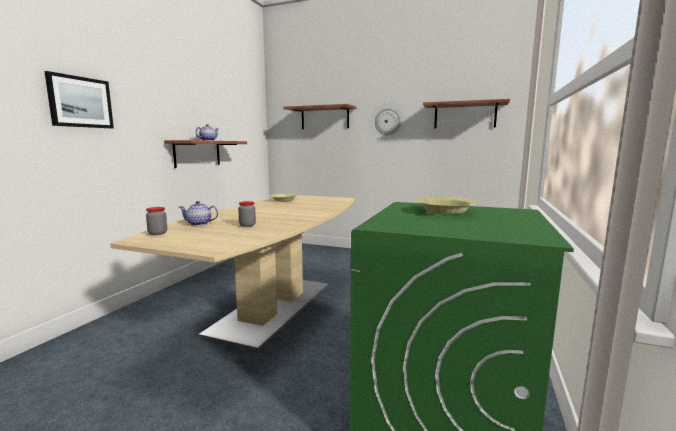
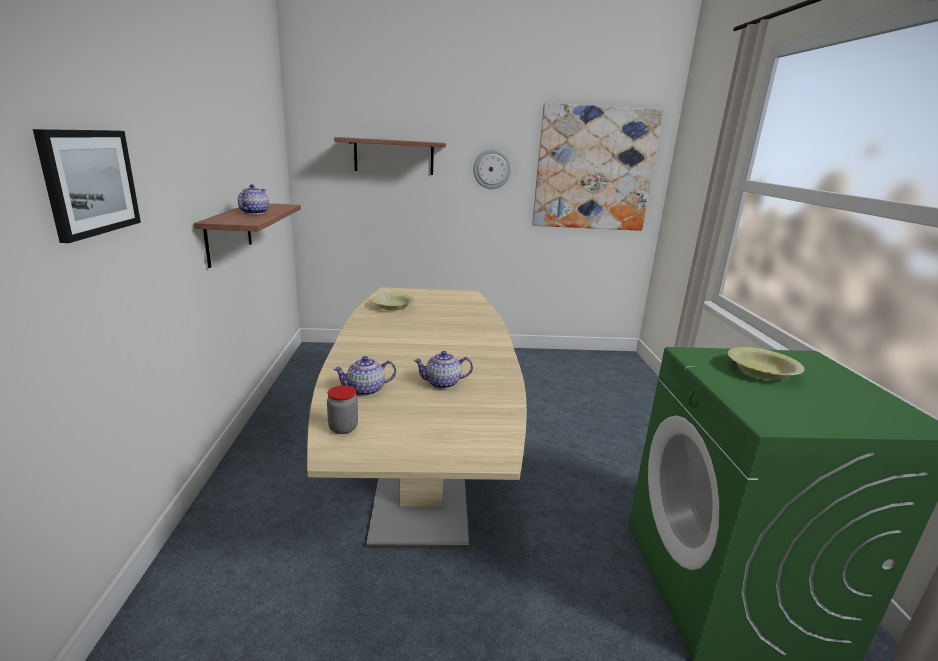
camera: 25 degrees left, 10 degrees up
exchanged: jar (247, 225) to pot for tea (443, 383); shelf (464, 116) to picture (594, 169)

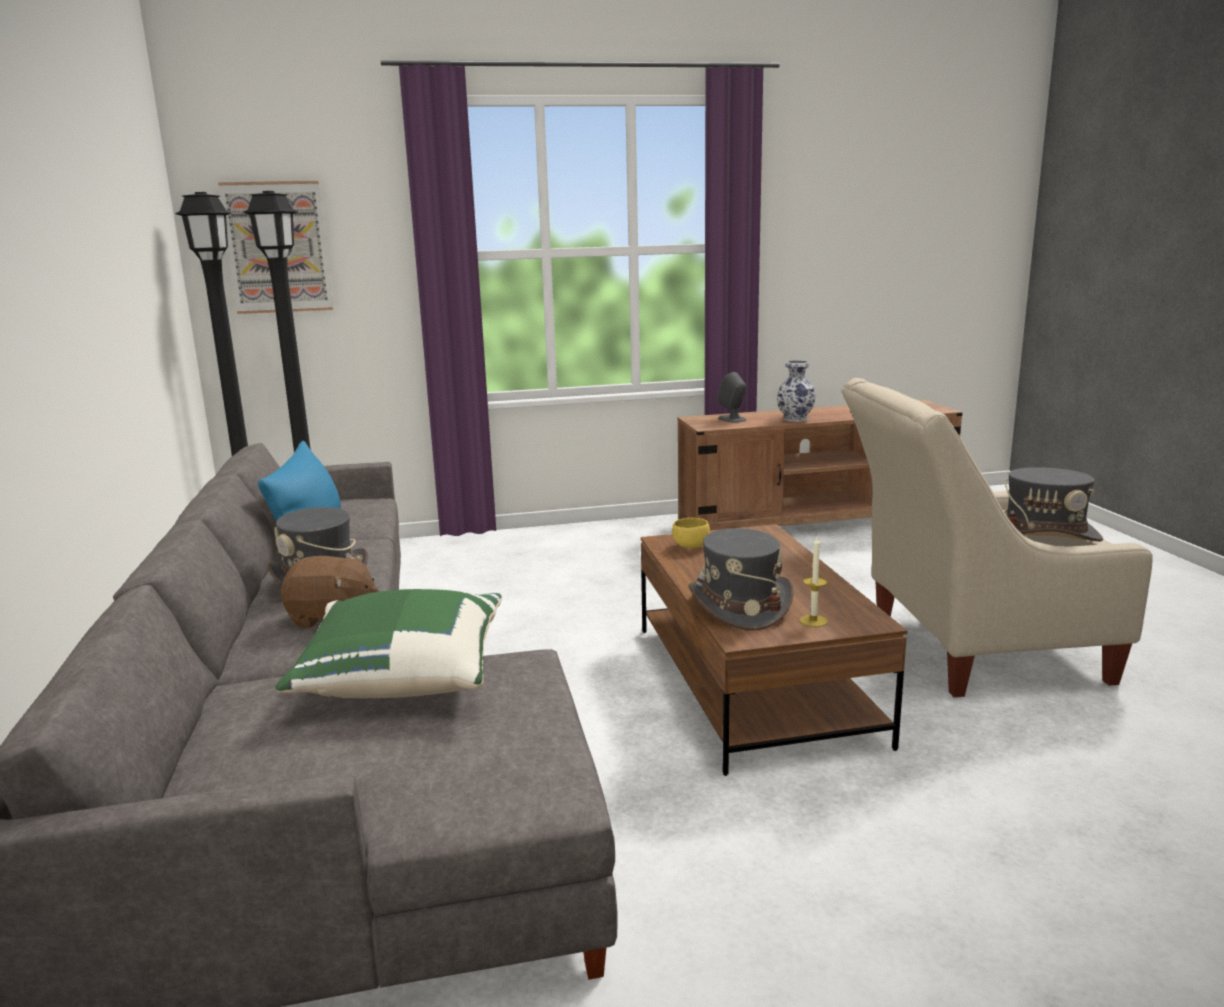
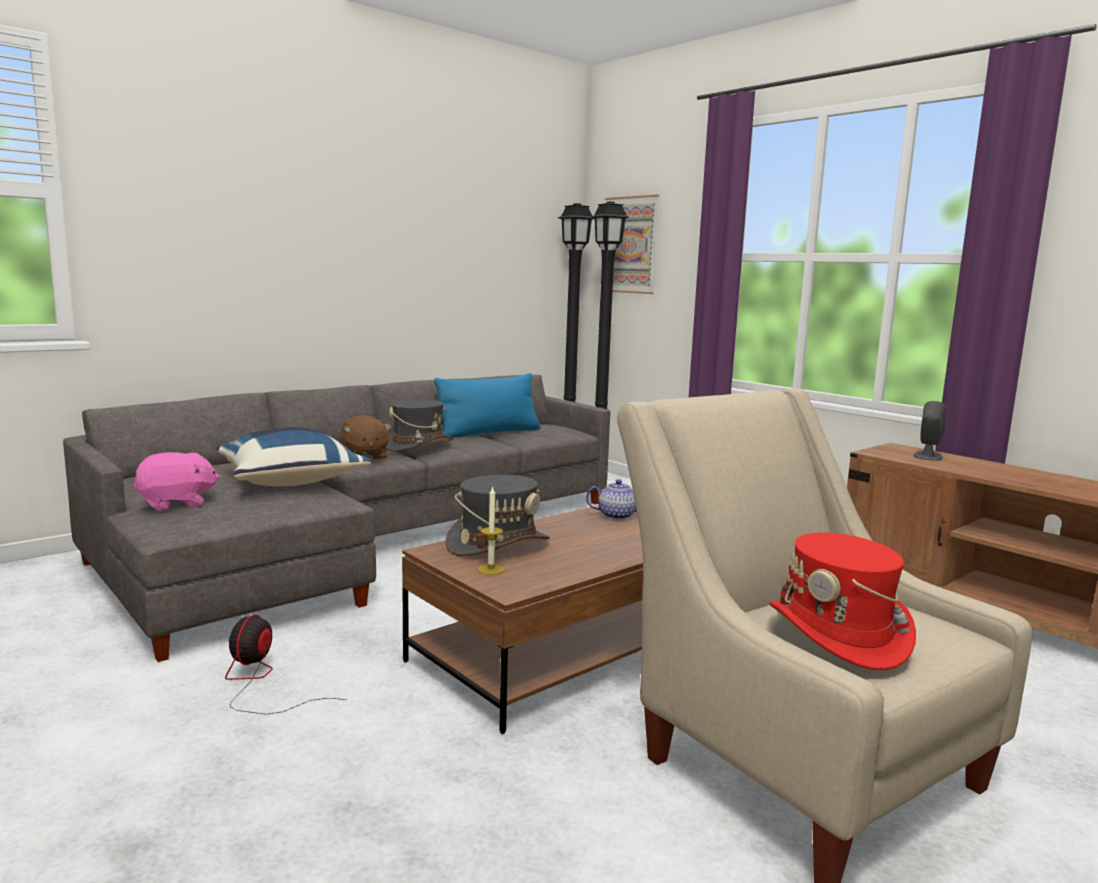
camera: 60 degrees right, 5 degrees down
missing: vase (796, 419)
appeared: pinkish cuddly toy (177, 503); cooling fan (260, 682)
exchanged: yellowish serving bowl (689, 546) to pot for tea (616, 515)
colour: greenish cushion (402, 677) to bluish cushion (291, 481); greyish hat (1043, 534) to reddish hat (838, 634)

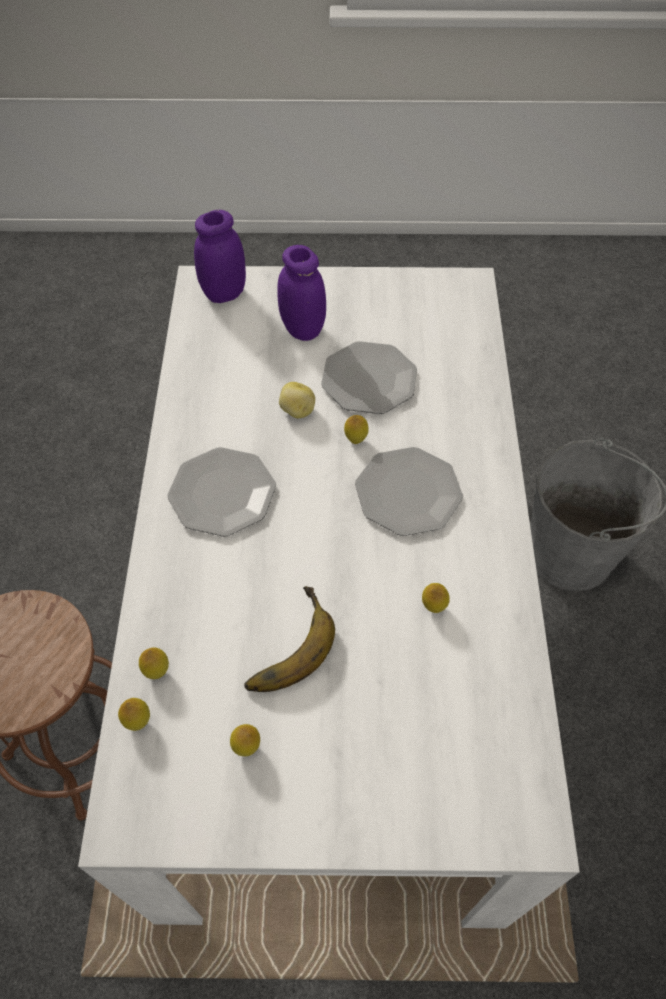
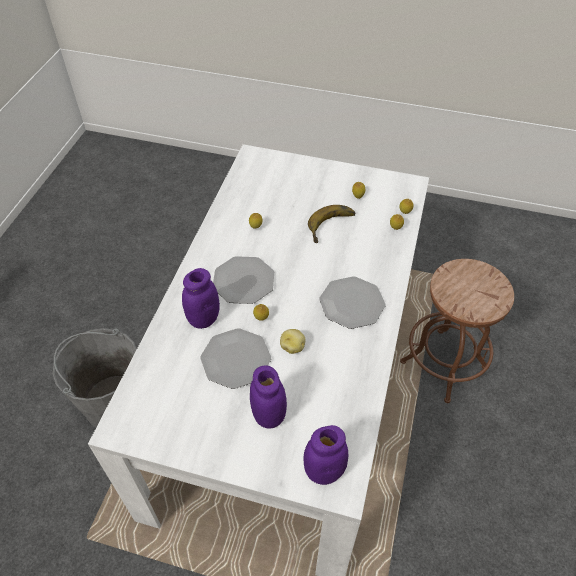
camera: 165 degrees left, 5 degrees down
appeared: purplish jar (203, 319)

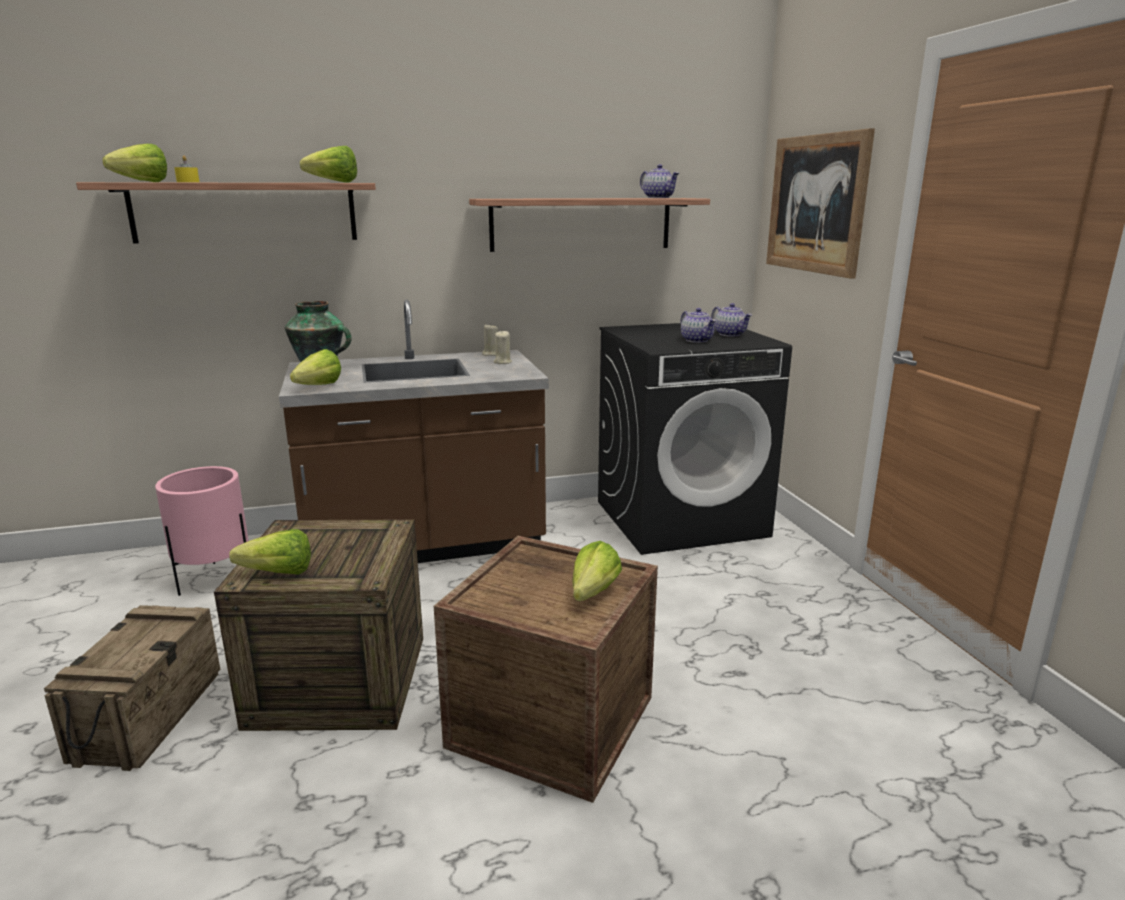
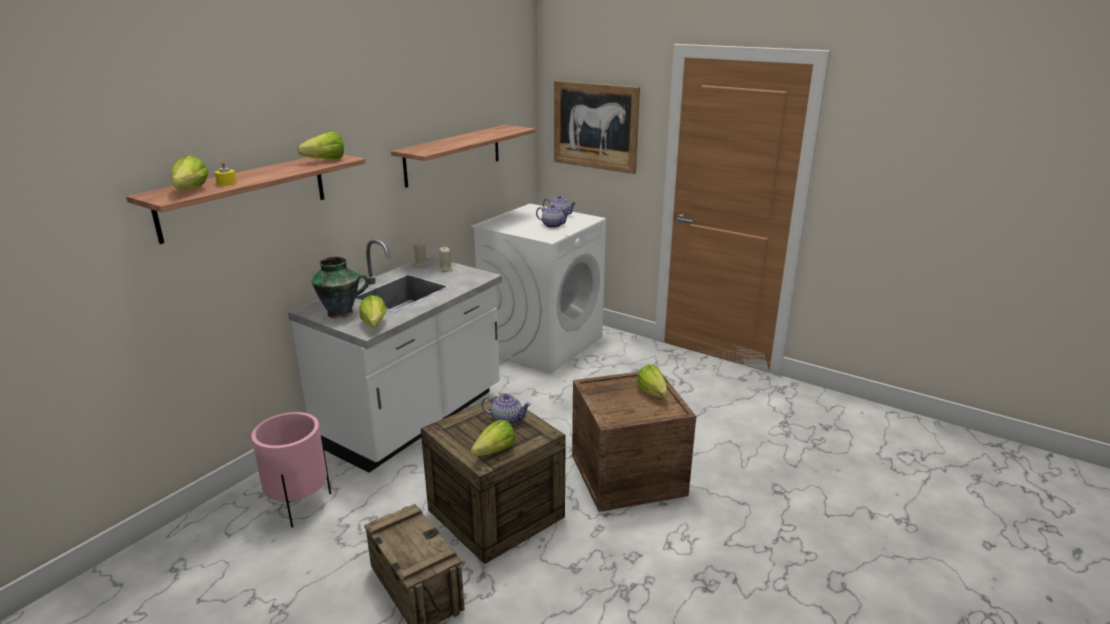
camera: 40 degrees left, 5 degrees up
relocated: pot for tea (659, 198) to (507, 420)
colour: brownish kitchen base unit (425, 544) to white kitchen base unit (413, 419); black-coloured laundry appliance (681, 518) to white laundry appliance (542, 342)

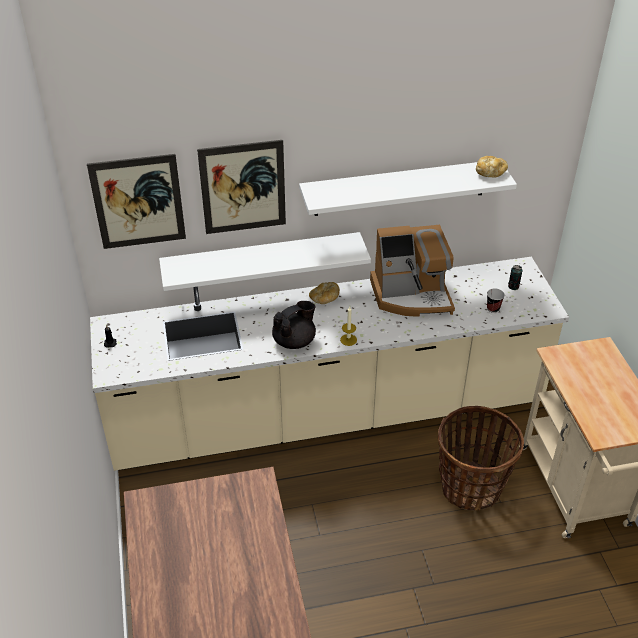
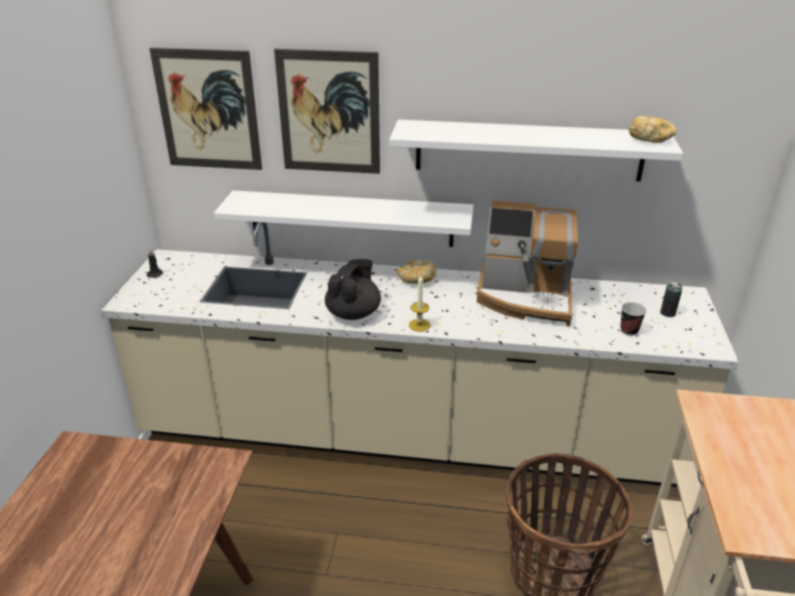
camera: 20 degrees right, 10 degrees down
spun: black-coloured pot for tea (295, 341) = (354, 313) 45 degrees counterclockwise

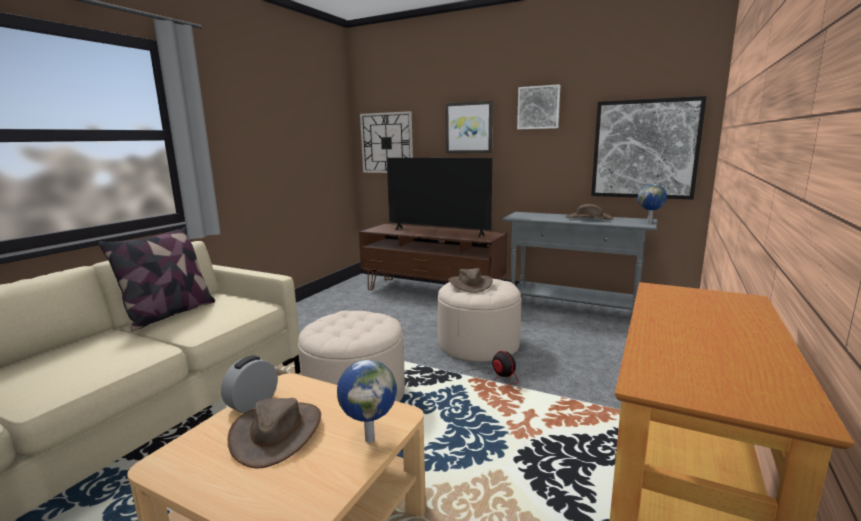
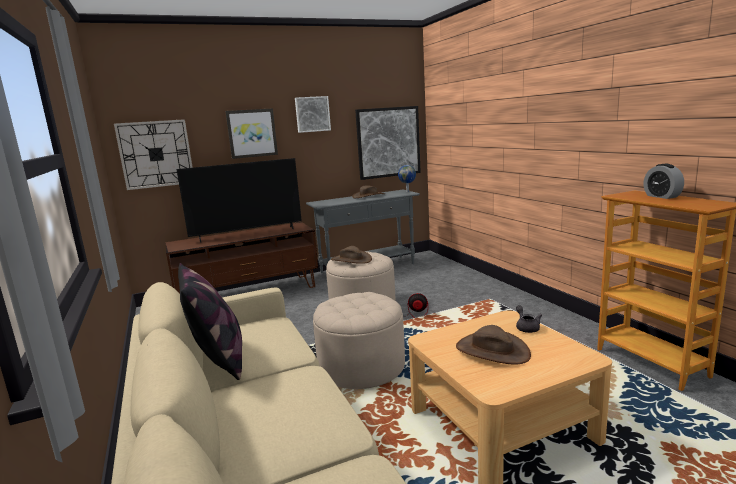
camera: 50 degrees left, 0 degrees up
relocated: alarm clock (252, 402) to (661, 196)
exchanged: globe (370, 439) to greyish pot for tea (526, 327)

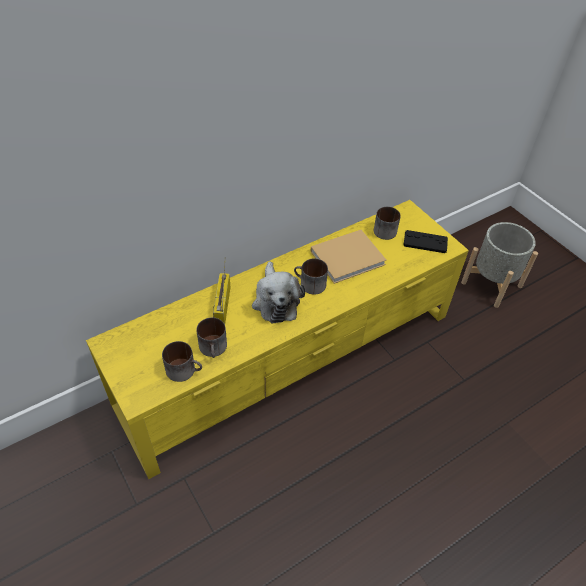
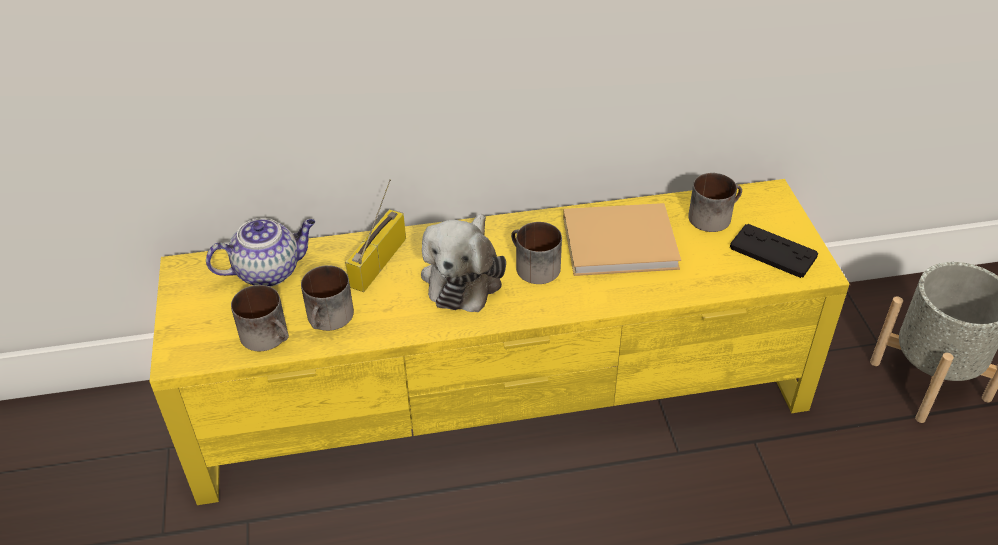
camera: 25 degrees right, 5 degrees down
appeared: pot for tea (269, 271)

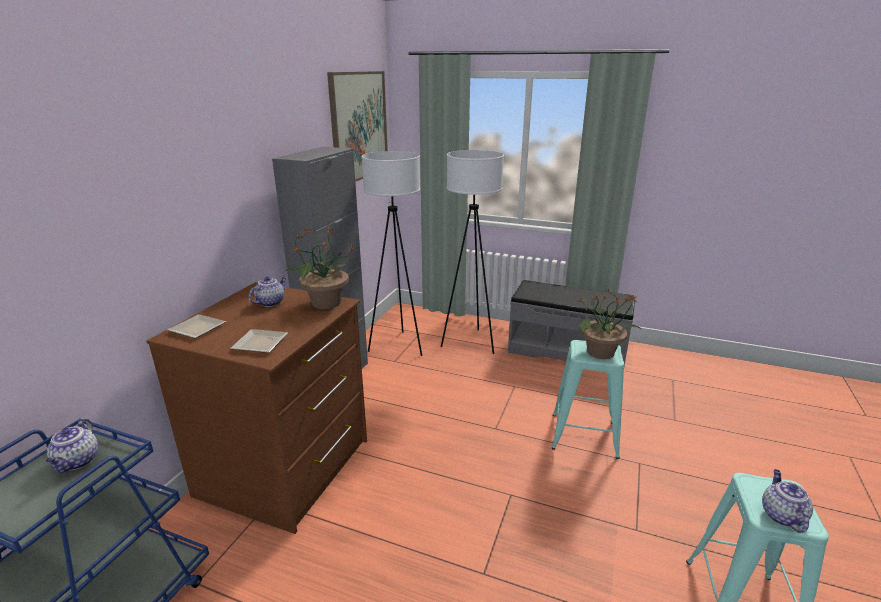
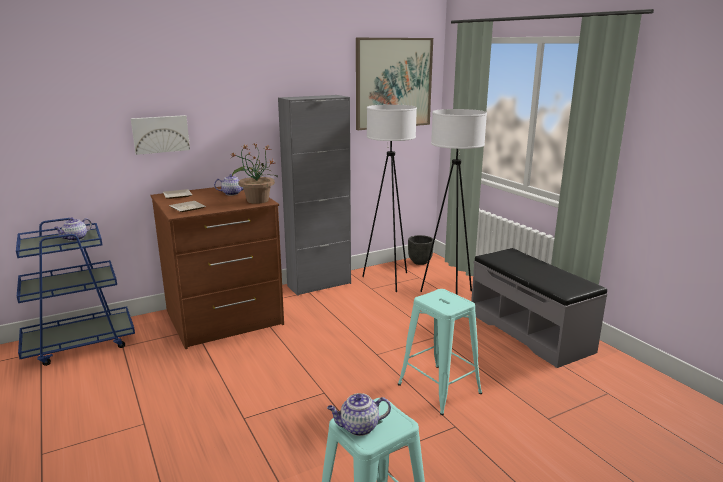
camera: 40 degrees right, 5 degrees down
missing: plant in a pot (601, 352)
appeared: picture (160, 134); black-coloured plant pot (419, 262)
spun: pot for tea (781, 515) = (358, 427) 150 degrees counterclockwise

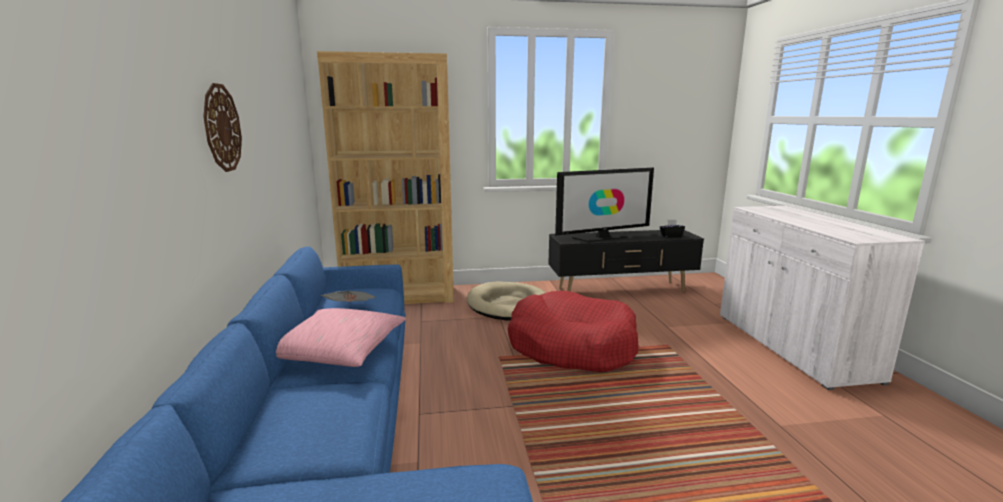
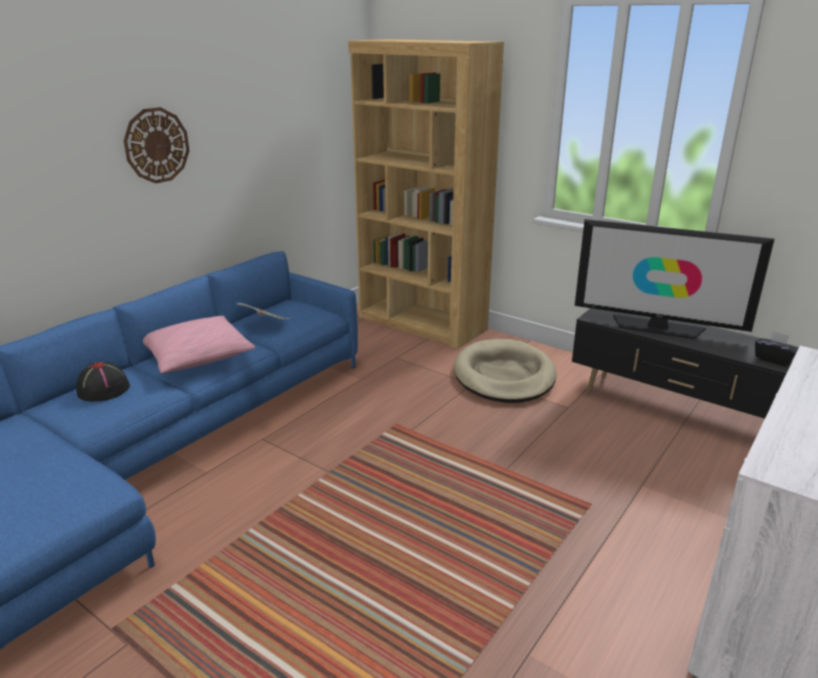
camera: 45 degrees right, 10 degrees up
missing: reddish dog bed (571, 346)
appeared: black-coloured hat (103, 389)

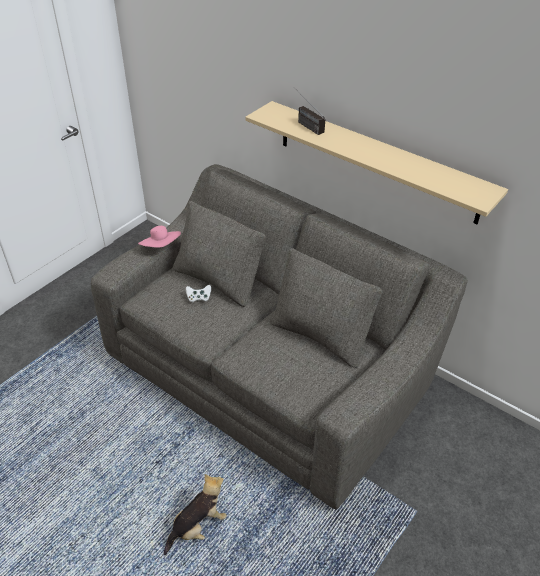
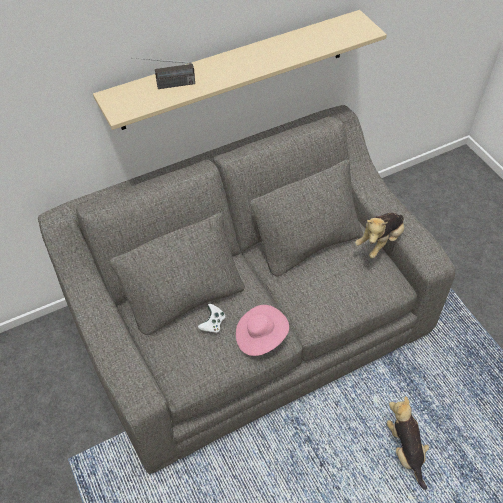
camera: 65 degrees left, 10 degrees up
appeared: cuddly toy (380, 241)
relocated: pinkish hat (161, 247) to (260, 336)

